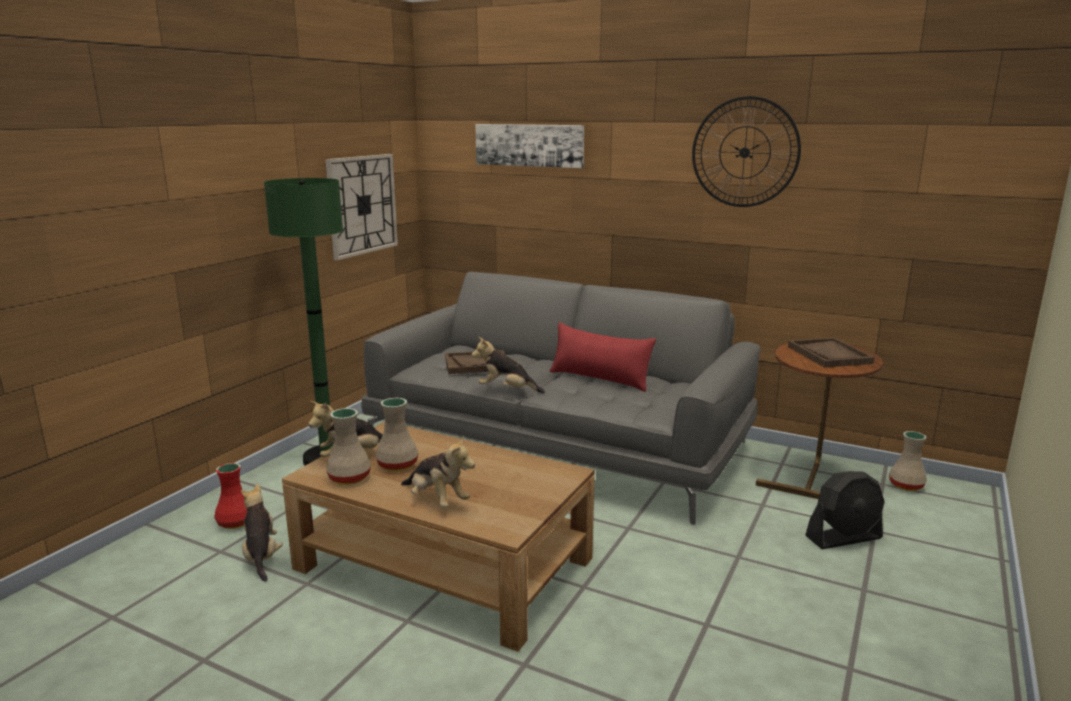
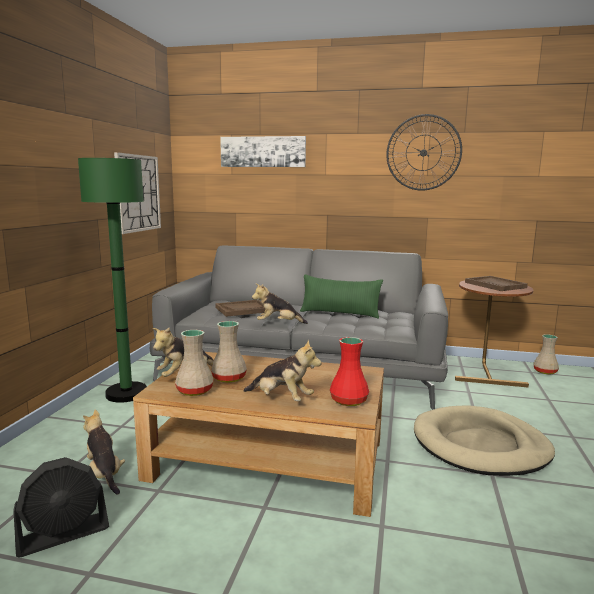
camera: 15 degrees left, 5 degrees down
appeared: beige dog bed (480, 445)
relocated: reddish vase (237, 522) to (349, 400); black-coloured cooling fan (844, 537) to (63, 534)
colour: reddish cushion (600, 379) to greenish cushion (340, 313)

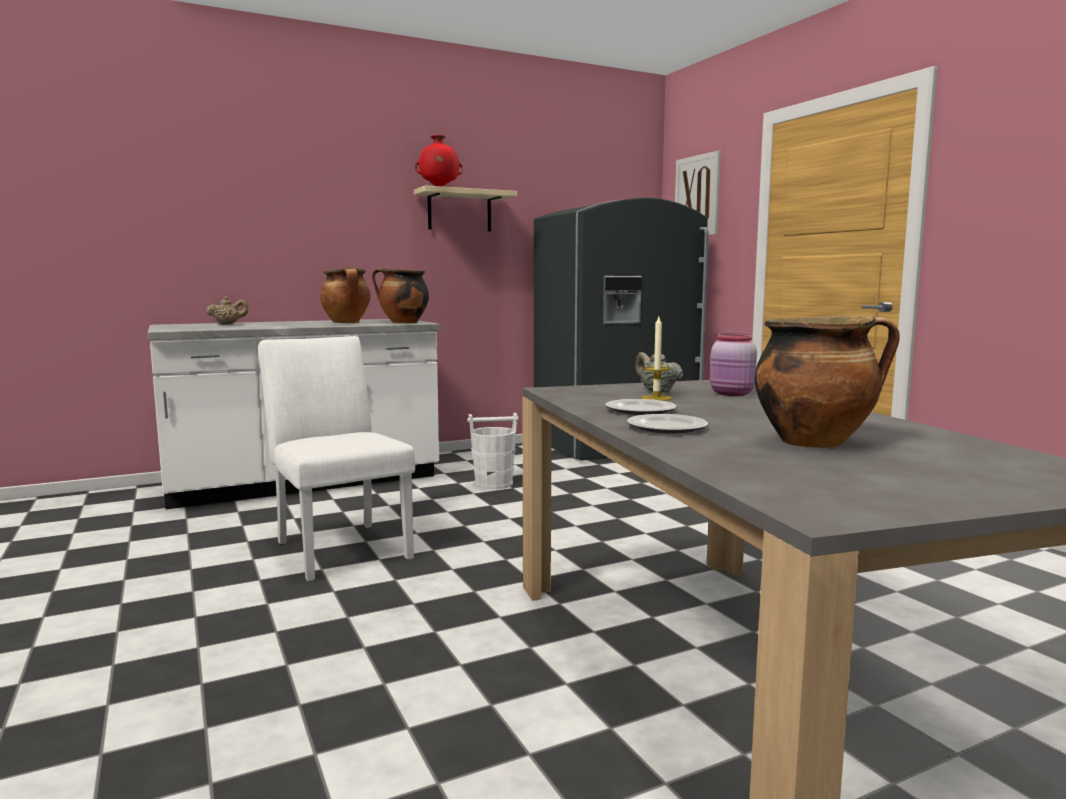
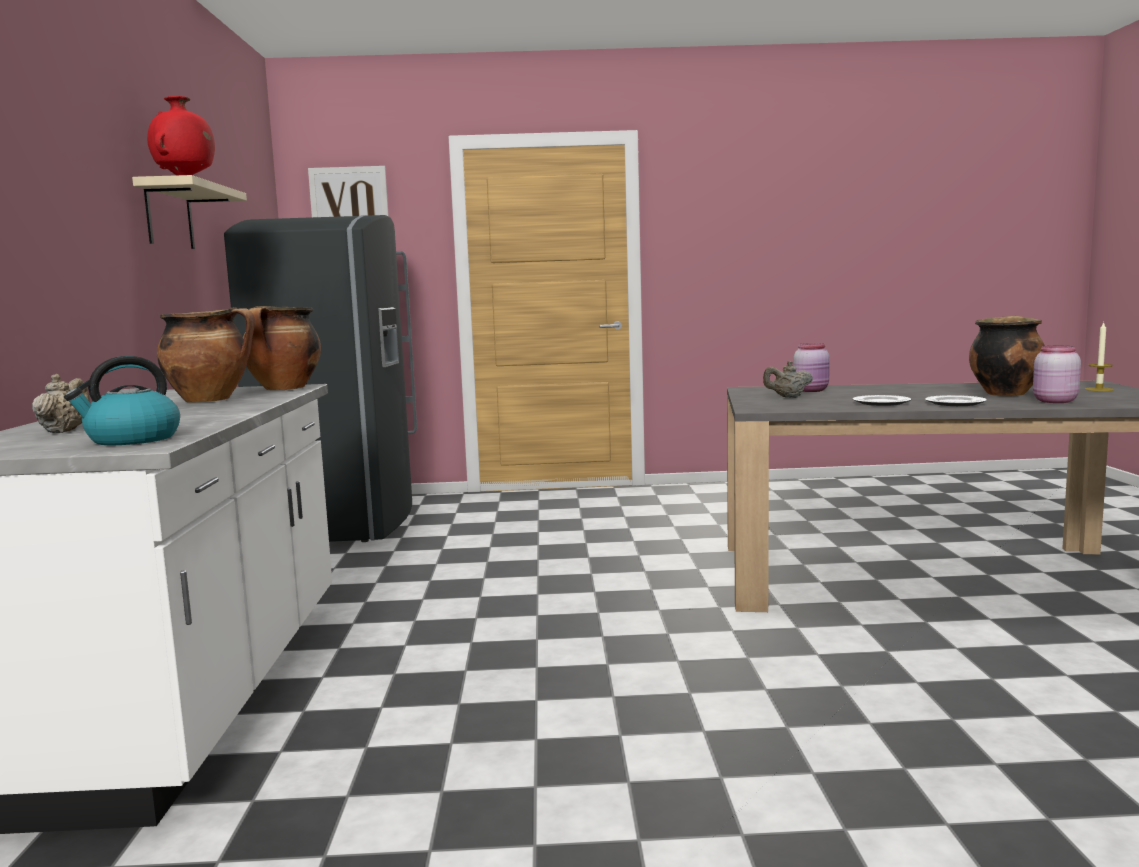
camera: 65 degrees left, 0 degrees up
missing: white chair (339, 546); white pail (493, 484)
appeared: tea kettle (132, 439); pinkish jar (1053, 401)
relocated: wax light (656, 398) to (1099, 389)

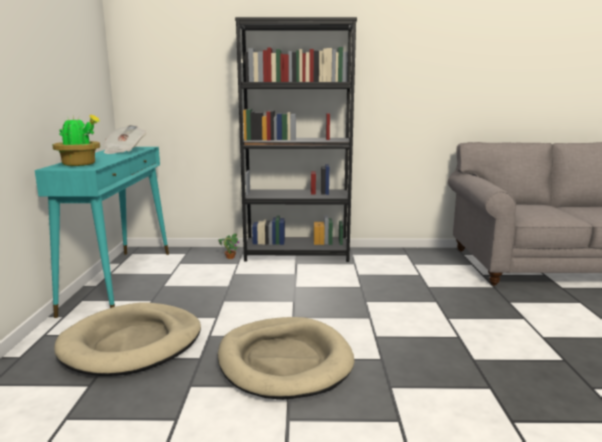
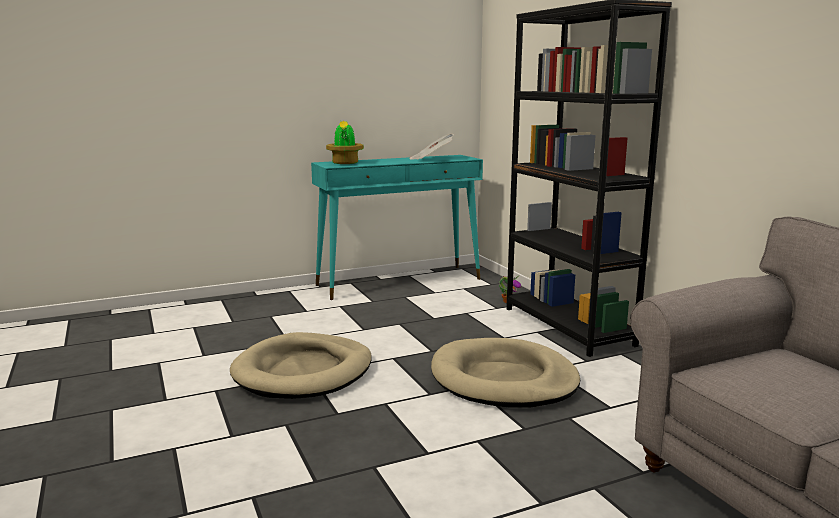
camera: 65 degrees right, 0 degrees up
relocated: beige dog bed (132, 343) to (503, 379)

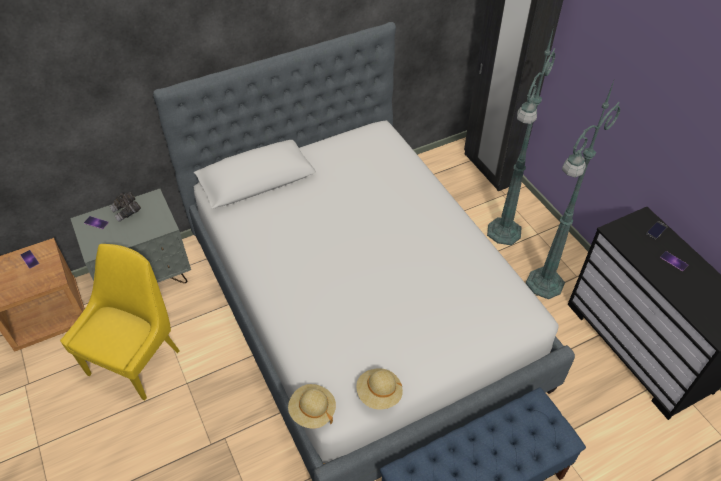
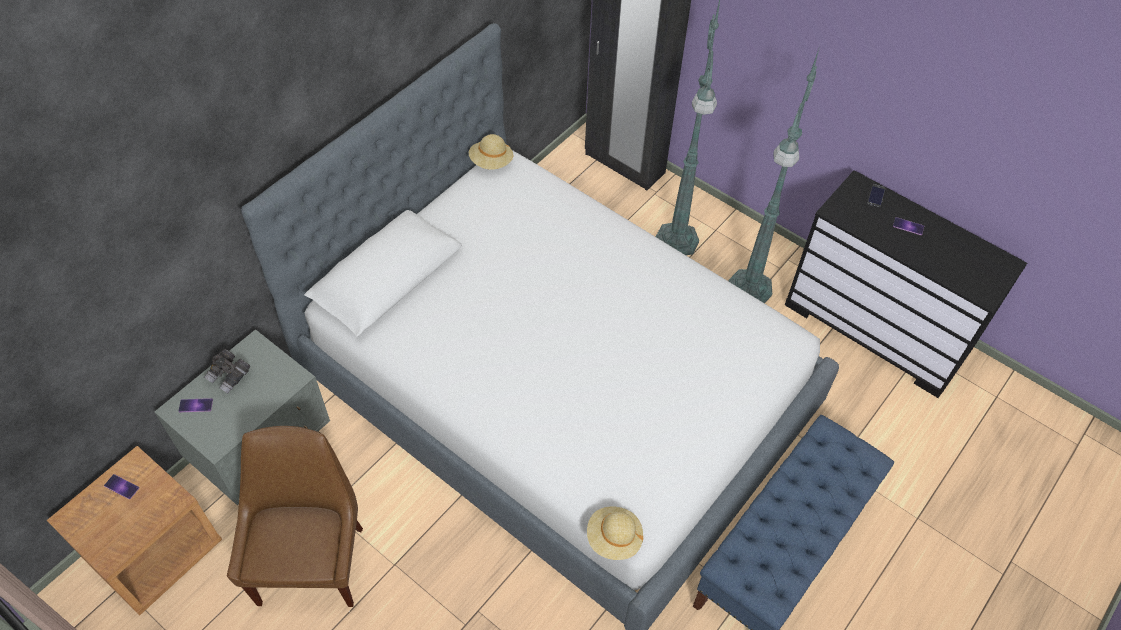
camera: 25 degrees left, 5 degrees up
relocated: beige hat (379, 394) to (491, 162)
colour: yellowish chair (136, 359) to brownish chair (312, 561)

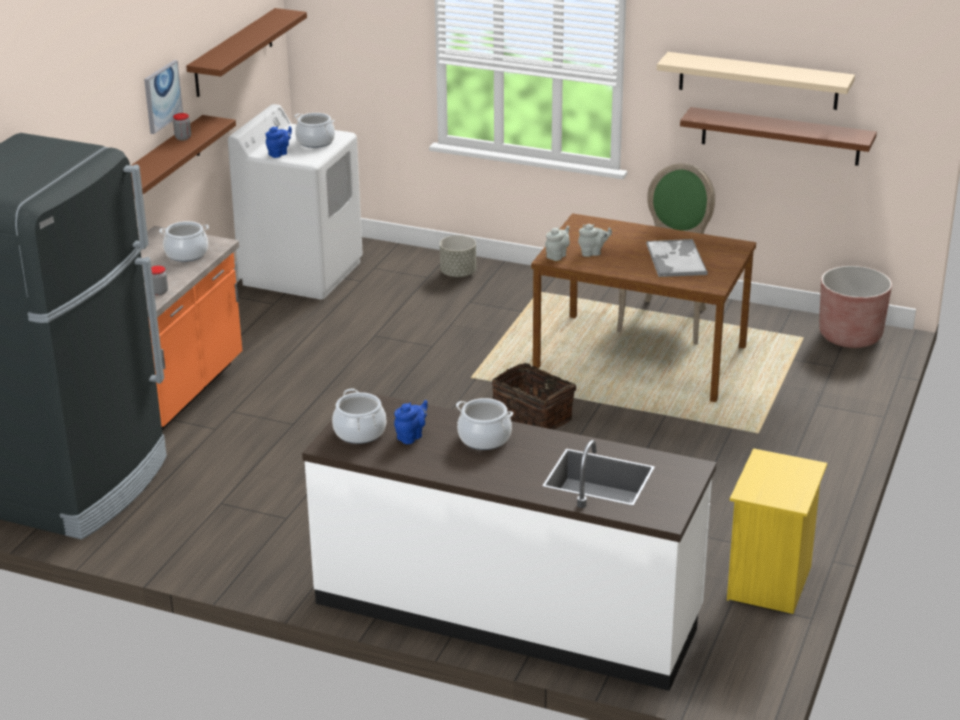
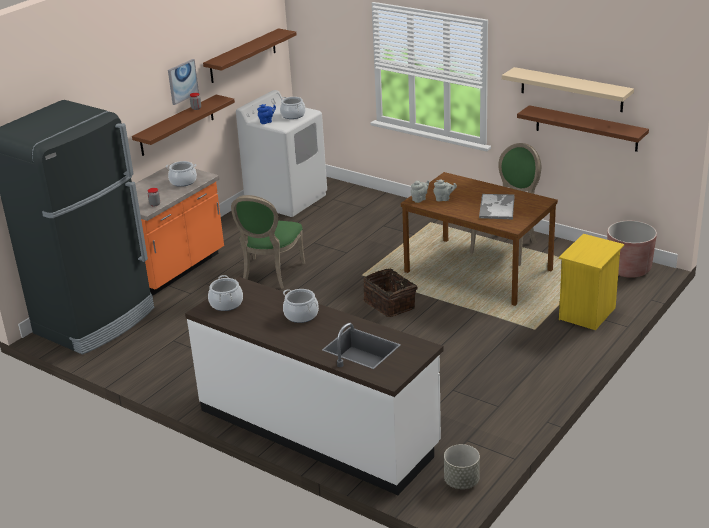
camera: 15 degrees right, 0 degrees up
missing: bluish pot for tea (411, 436)
appeared: greenish chair (270, 274)
relocated: greyish plant pot (458, 273) to (462, 481); yellowish bedside table (771, 583) to (588, 313)

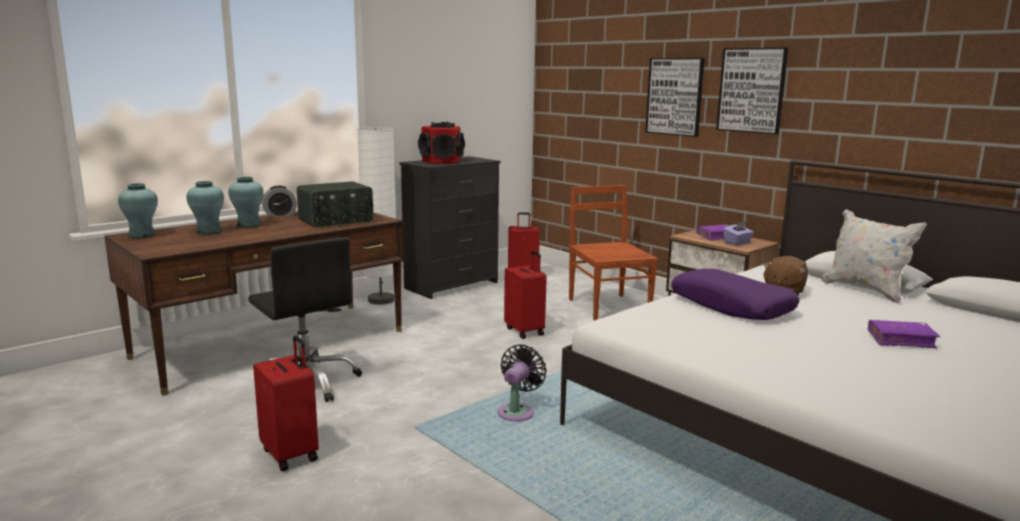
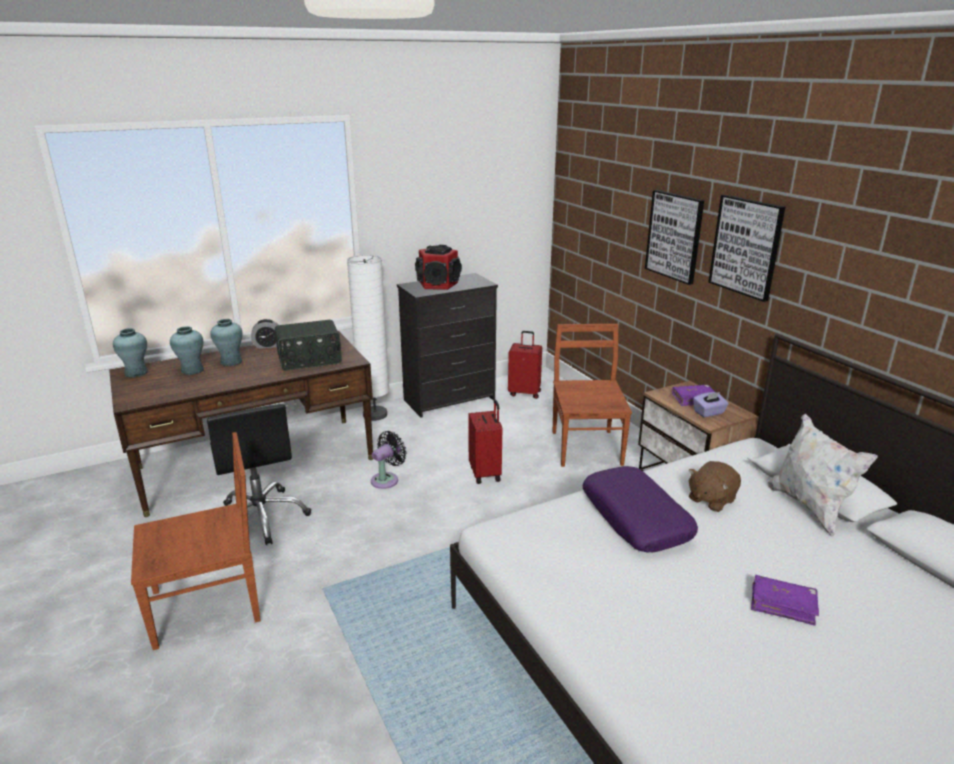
camera: 15 degrees right, 10 degrees up
relocated: black-coloured cooling fan (517, 411) to (387, 479)
exchanged: reddish piece of luggage (291, 454) to brownish chair (209, 605)

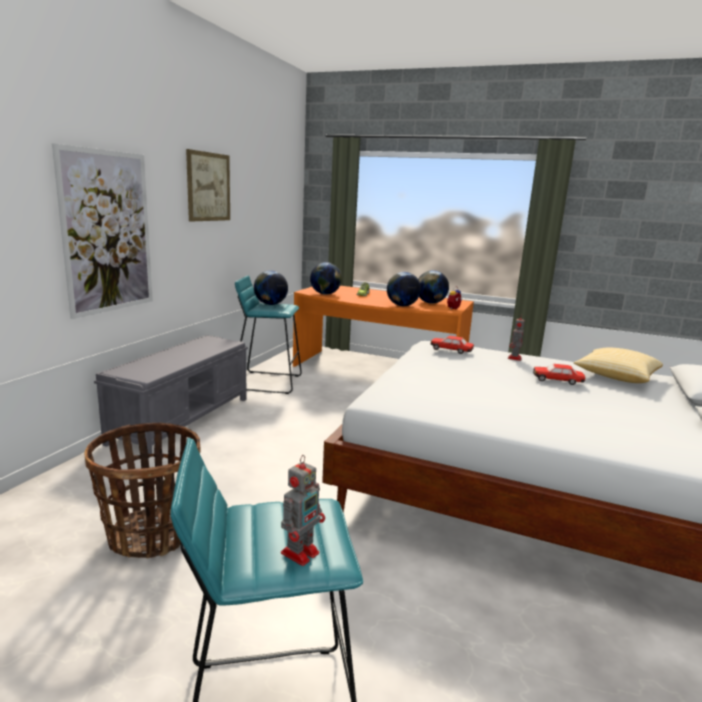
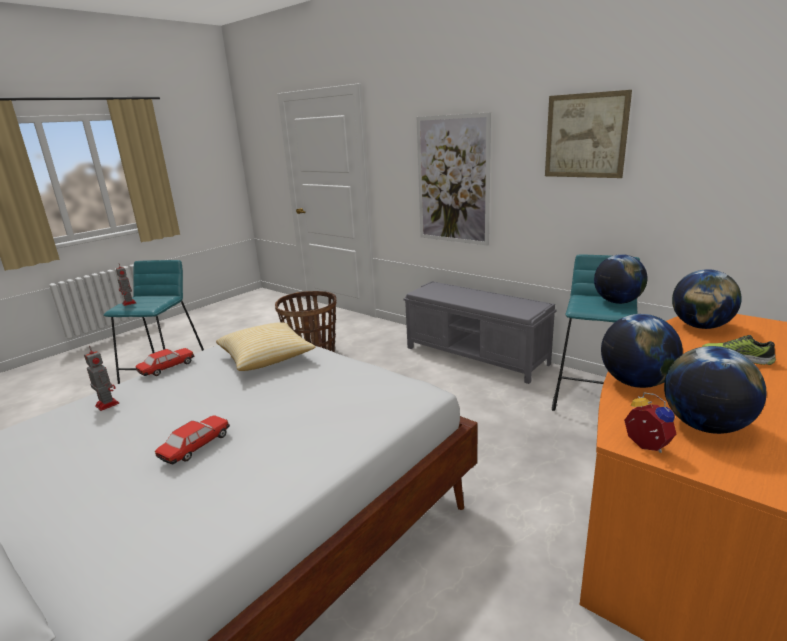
camera: 110 degrees right, 5 degrees up
relocated: toy car (451, 350) to (167, 368); model robot (514, 358) to (106, 404); cushion (616, 377) to (267, 359)

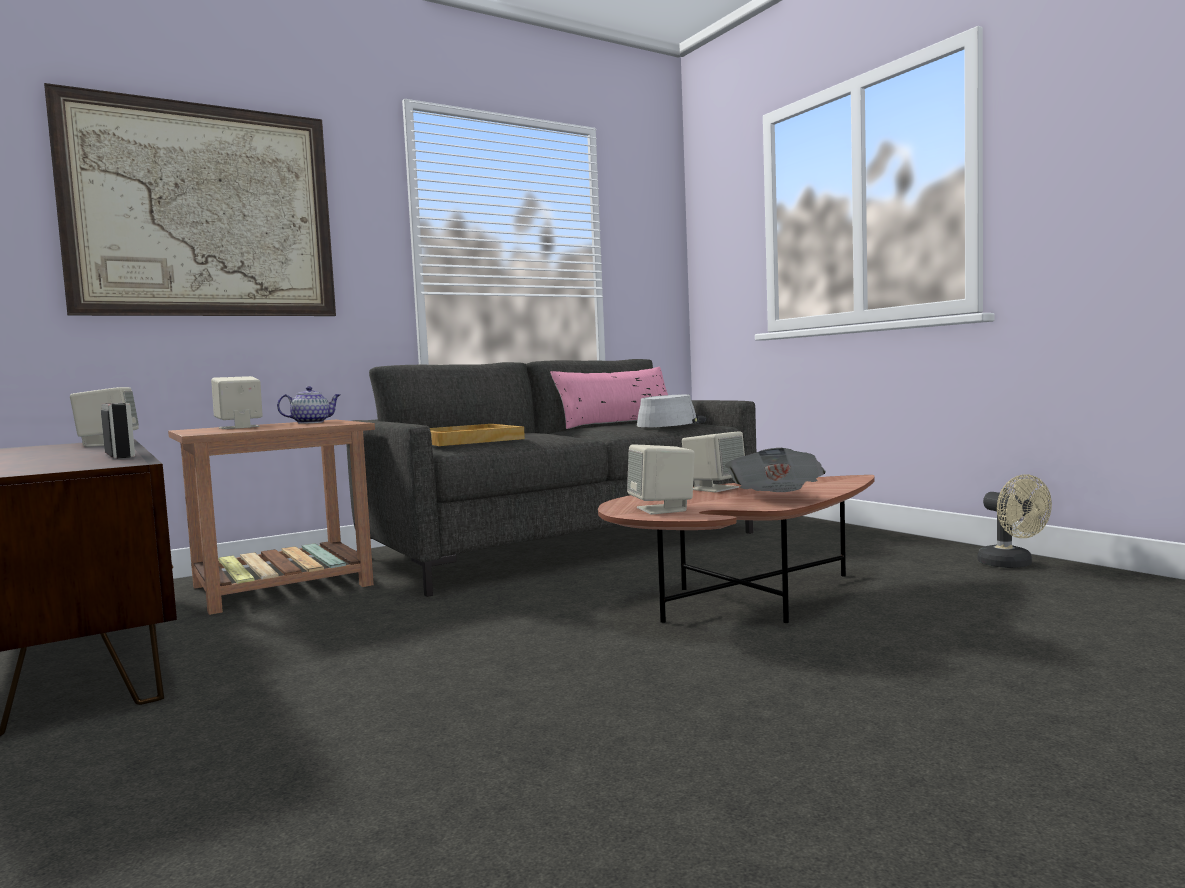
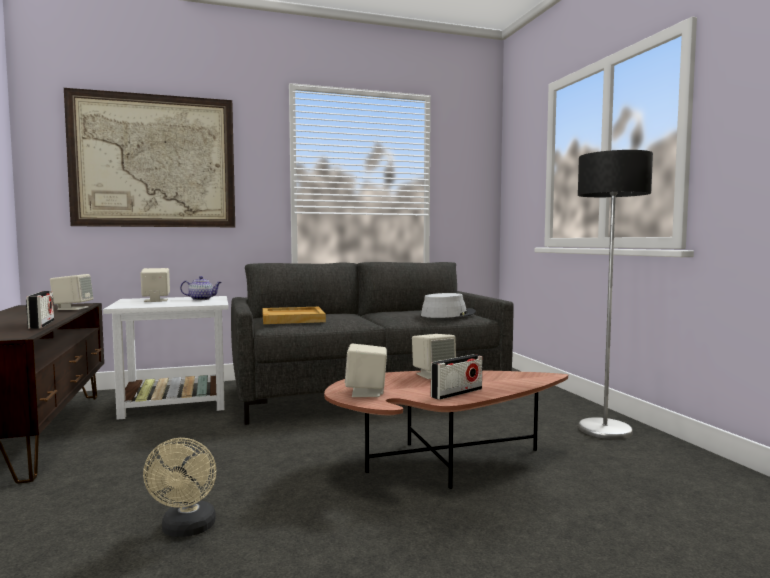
camera: 15 degrees right, 0 degrees up
missing: pinkish cushion (616, 424)
appeared: floor lamp (605, 430)
relocated: beige cooling fan (1012, 565) to (187, 530)
exchanged: printed paper (776, 499) to radio set (457, 393)
colour: brownish side table (284, 585) to white side table (176, 402)

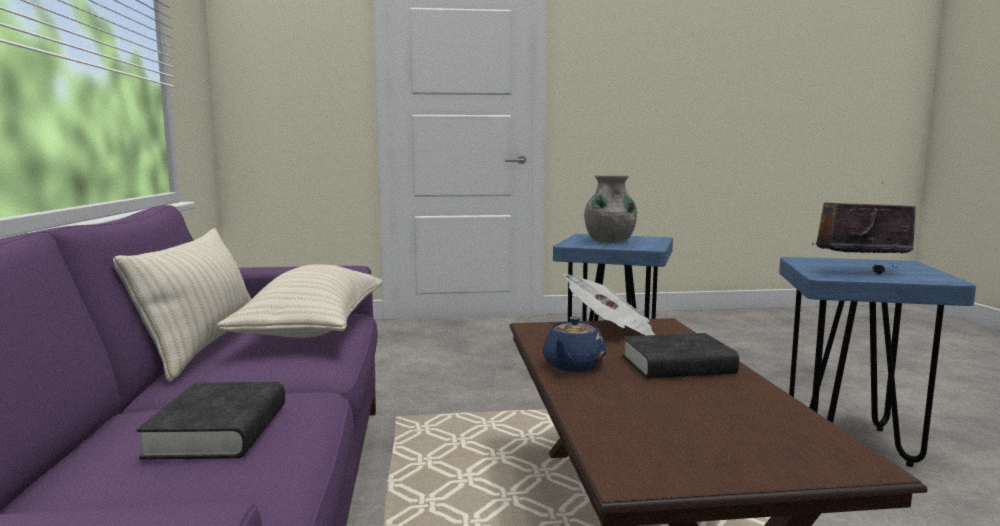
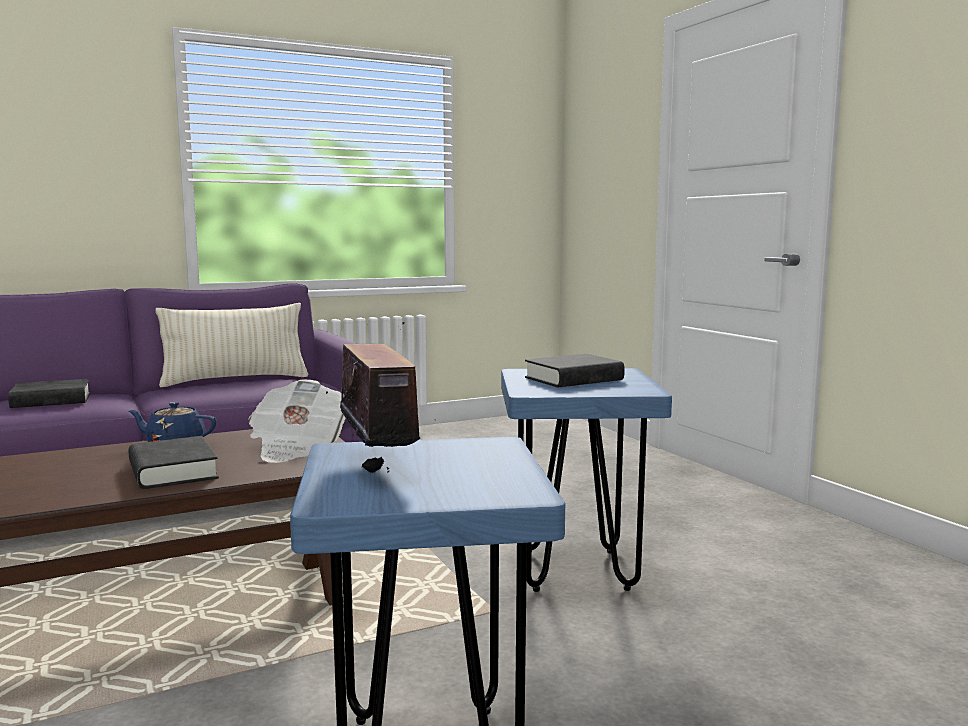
camera: 70 degrees right, 0 degrees up
missing: beige cushion (313, 330)
exchanged: greyish vase (609, 241) to black-coloured book (574, 379)

